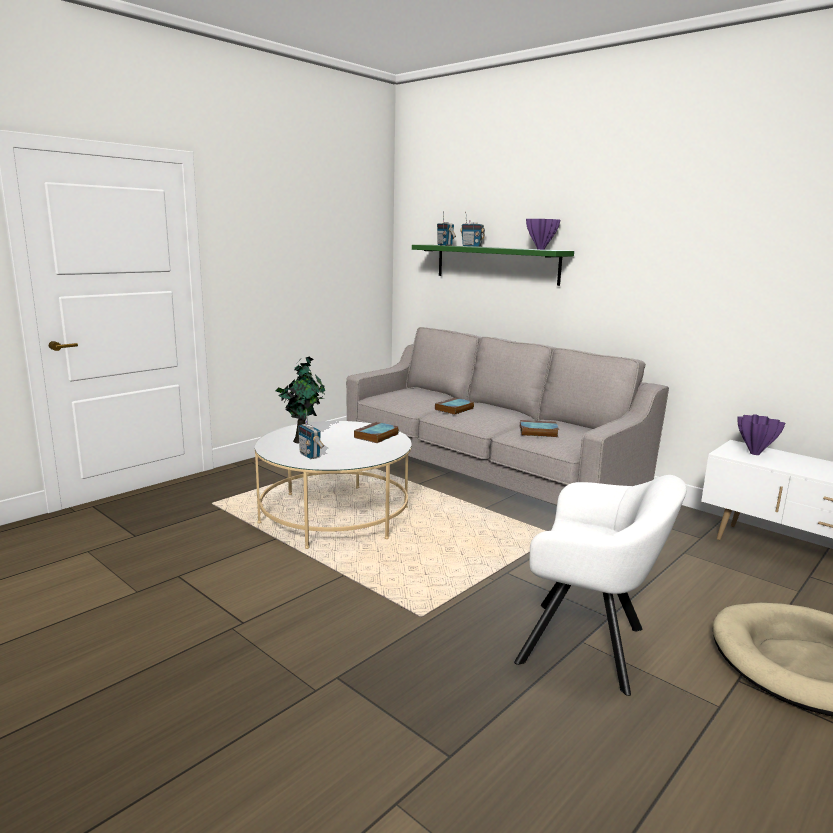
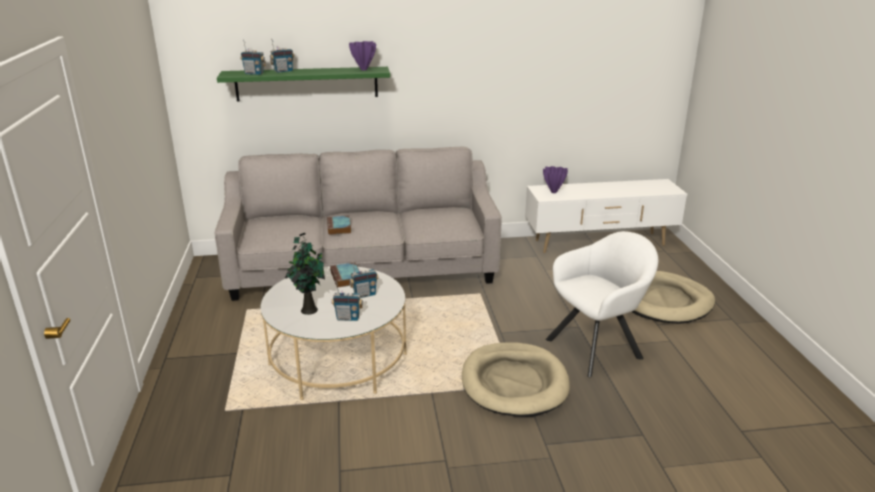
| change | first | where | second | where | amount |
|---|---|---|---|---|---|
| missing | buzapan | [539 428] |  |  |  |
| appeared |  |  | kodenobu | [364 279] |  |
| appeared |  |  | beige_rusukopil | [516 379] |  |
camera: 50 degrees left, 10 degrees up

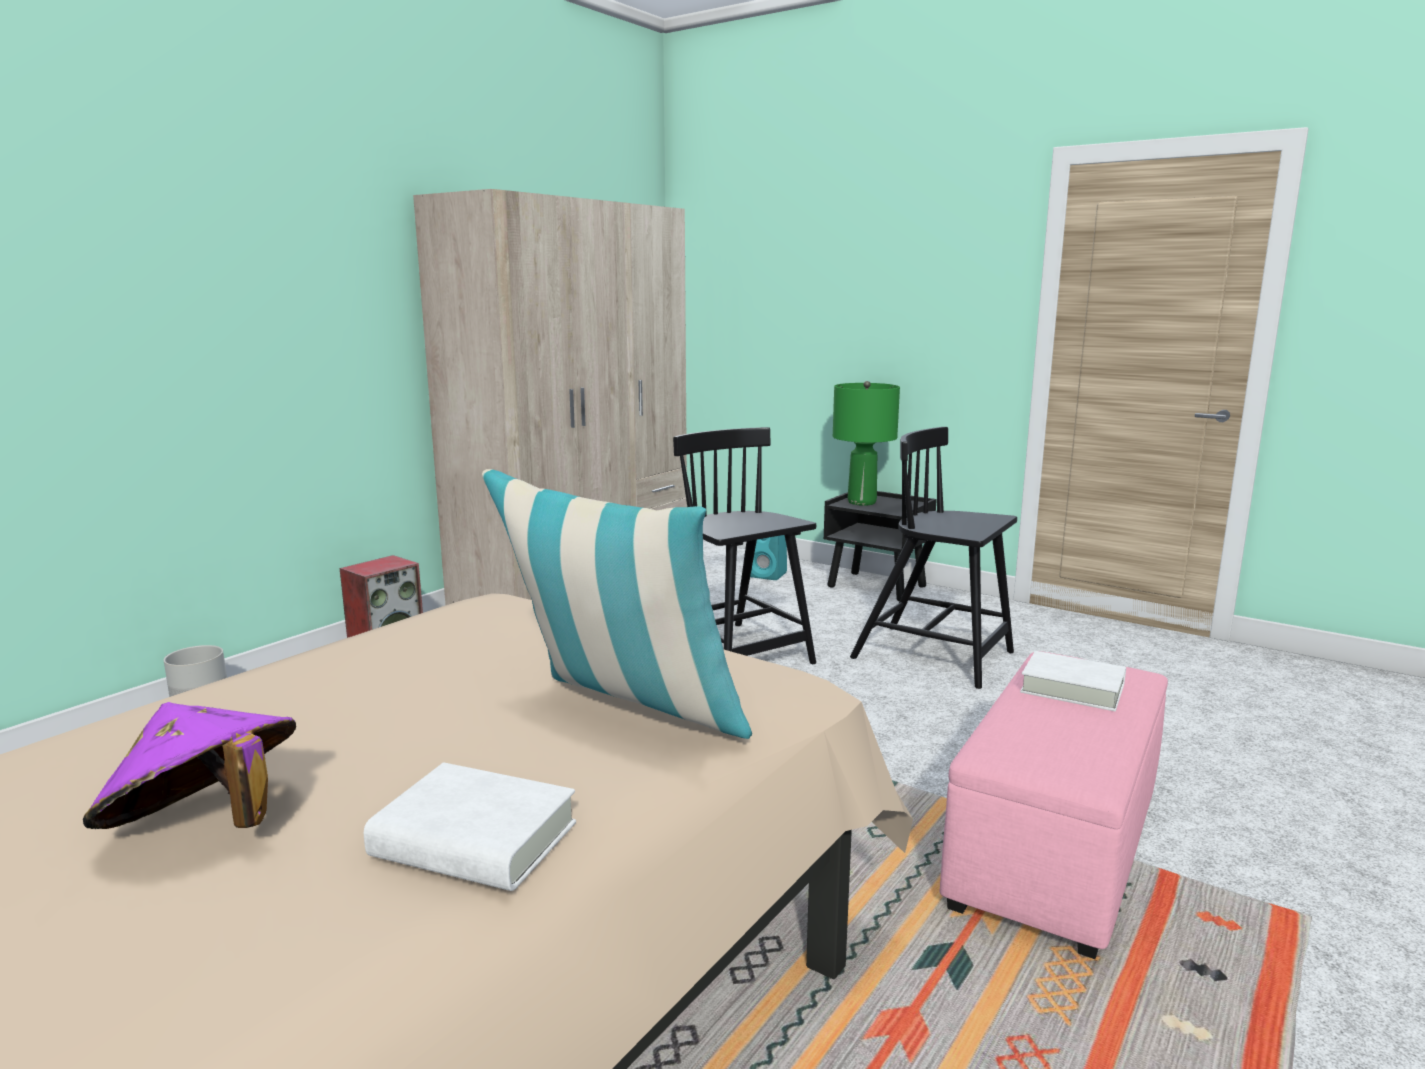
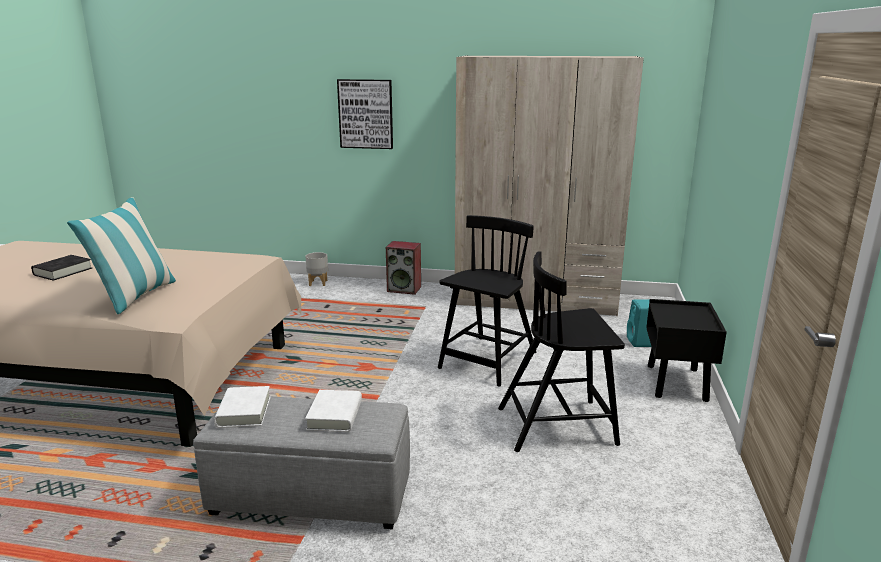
| change | first | where | second | where | amount |
|---|---|---|---|---|---|
| exchanged | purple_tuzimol | [189 765] | black_buzapan | [61 268] |  |
| relocated | white_buzapan | [470 827] |  | [242 407] |  |
| missing | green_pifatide | [866 443] |  |  |  |
| spun | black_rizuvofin | [933 558] |  | [561 351] | 105 degrees counterclockwise |
| colour | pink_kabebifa | [1054 805] | grey_kabebifa | [301 462] |  |
| appeared |  |  | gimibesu | [365 114] |  |
camera: 65 degrees right, 5 degrees up

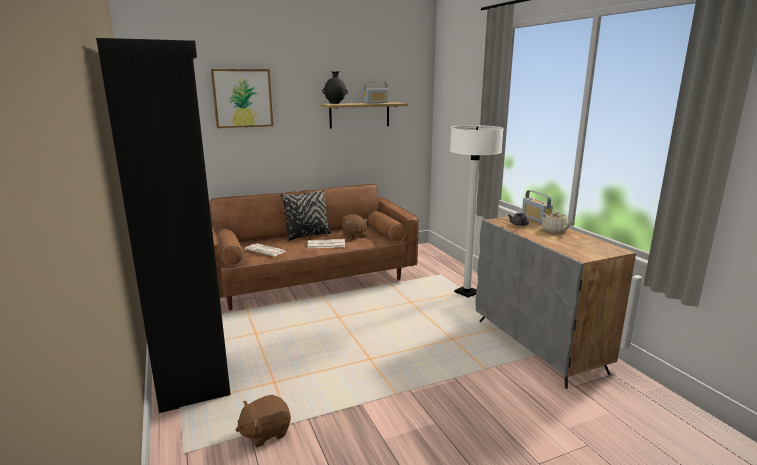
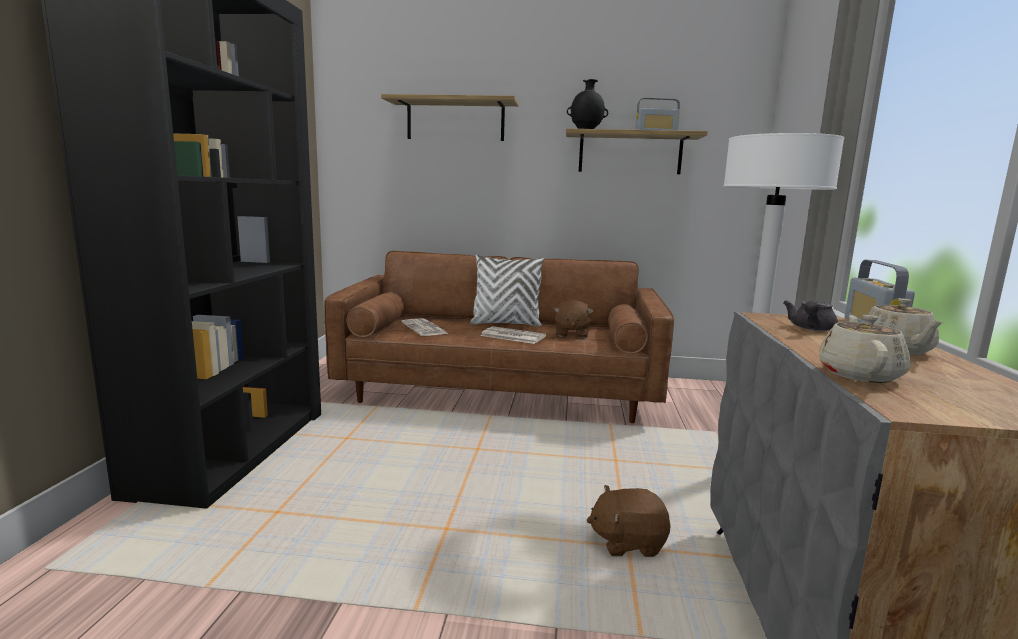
| change | first | where | second | where | amount |
|---|---|---|---|---|---|
| exchanged | gimibesu | [242 98] | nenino | [450 117] |  |
| relocated | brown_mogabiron | [263 420] |  | [629 521] |  |
| colour | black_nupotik | [306 215] | white_nupotik | [507 290] |  |
| appeared |  |  | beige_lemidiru | [865 349] |  |
camera: 30 degrees right, 5 degrees down

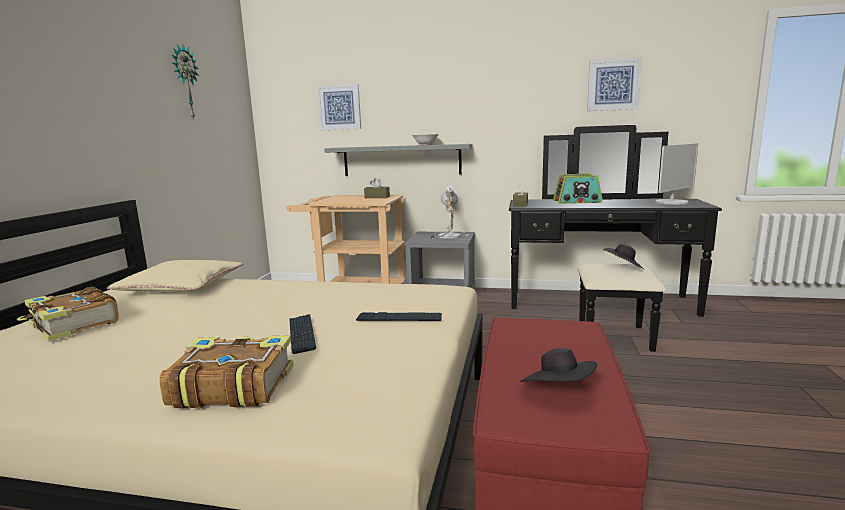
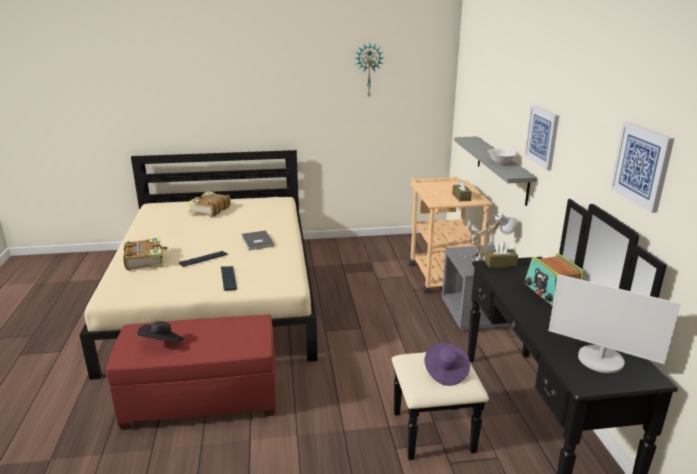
| change | first | where | second | where | amount |
|---|---|---|---|---|---|
| missing | beige_nupotik | [175 276] |  |  |  |
| relocated | gimibesu | [339 107] |  | [541 138] |  |
| colour | black_tuzimol | [623 256] | purple_tuzimol | [447 364] |  |
| appeared |  |  | grey_buzapan | [258 240] |  |
camera: 70 degrees right, 10 degrees up

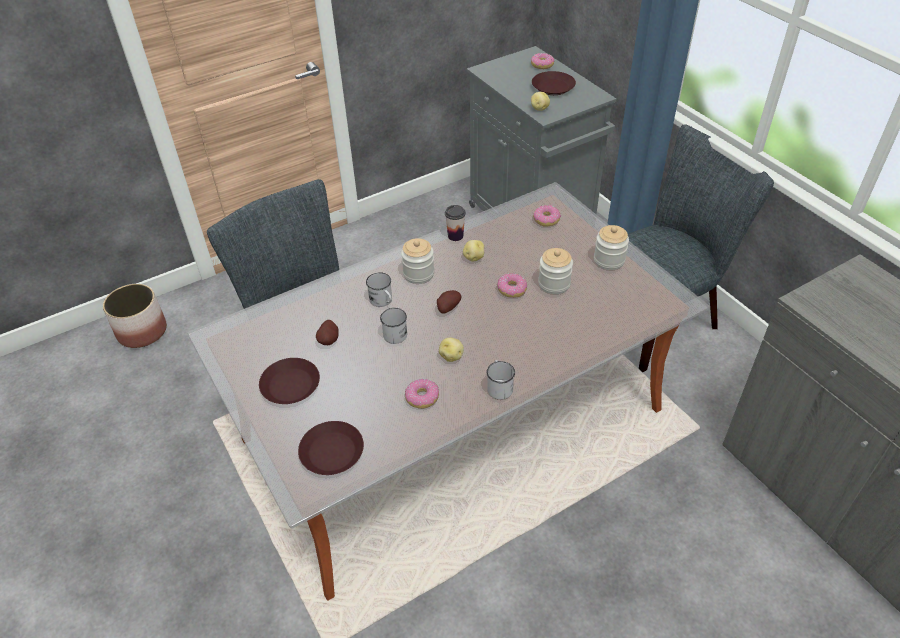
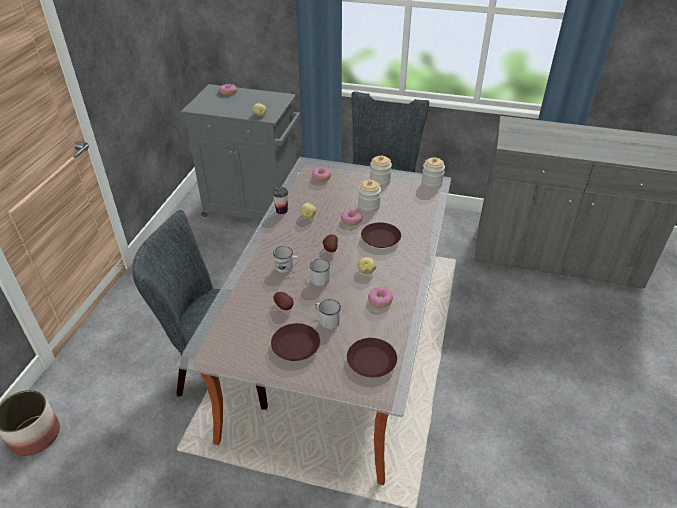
| change | first | where | second | where | amount |
|---|---|---|---|---|---|
| relocated | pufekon | [417 261] |  | [433 172] |  |
| relocated | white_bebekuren | [501 380] |  | [328 314] |  |
| relocated | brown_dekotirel | [554 83] |  | [381 235] |  |
camera: 45 degrees left, 5 degrees down

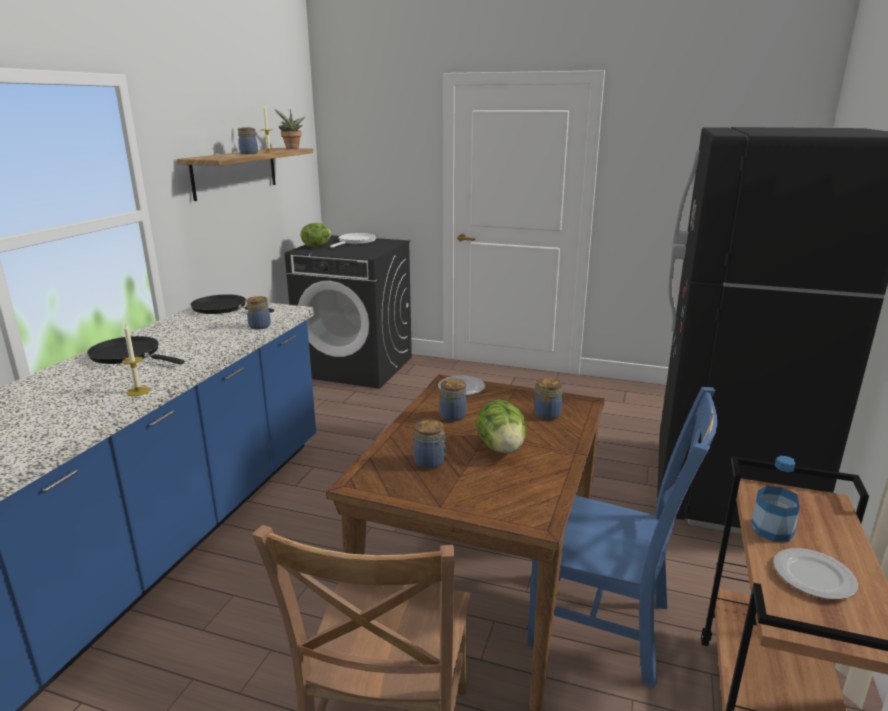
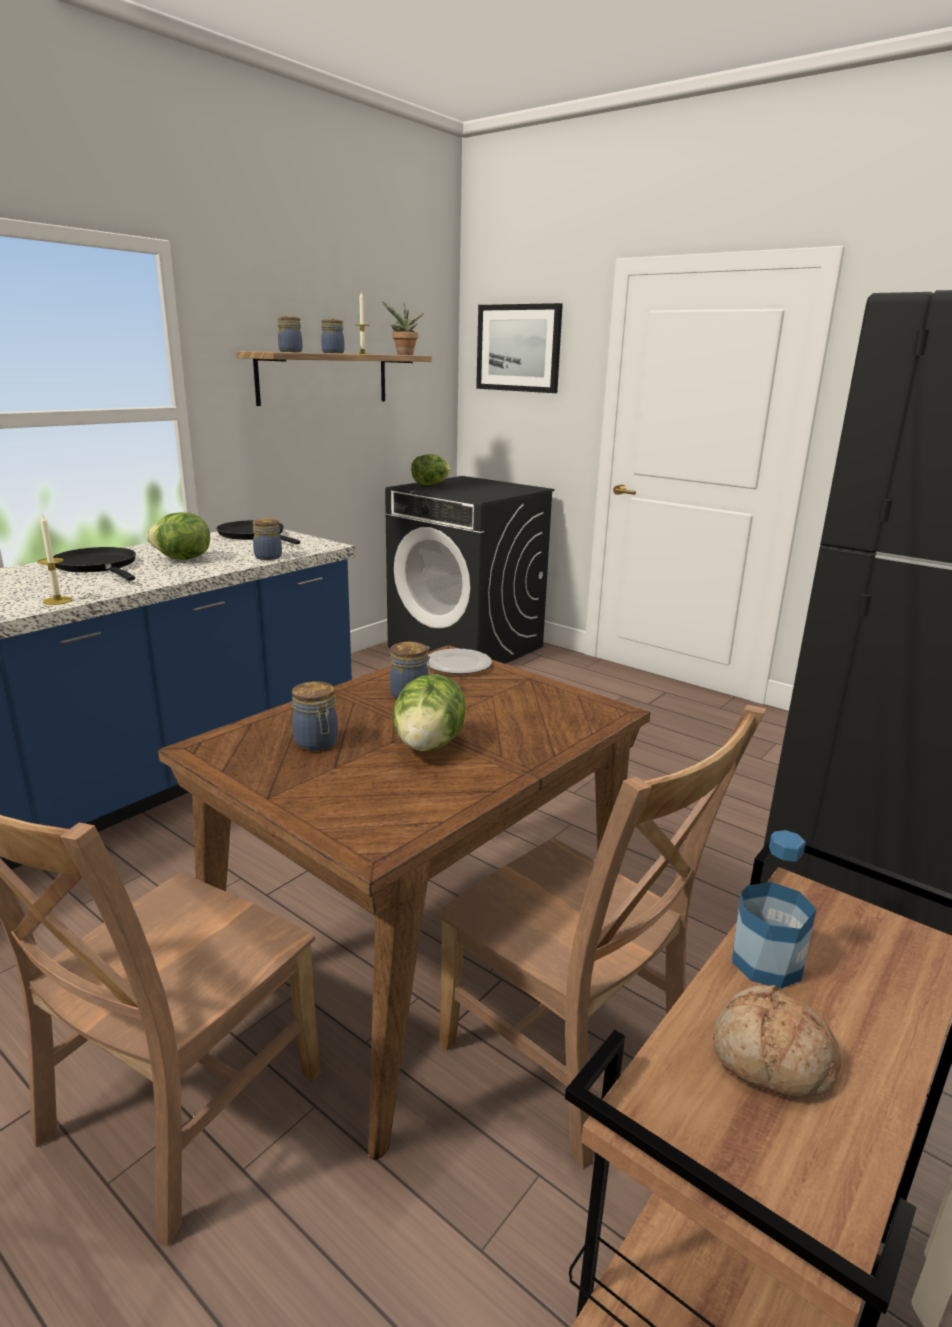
| change | first | where | second | where | amount |
|---|---|---|---|---|---|
| missing | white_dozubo | [353 240] |  |  |  |
| colour | blue_rizuvofin | [622 537] | brown_rizuvofin | [601 937] |  |
| relocated | pufekon | [547 399] |  | [290 334] |  |
| exchanged | dekotirel | [815 574] | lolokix | [777 1041] |  |
| appeared |  |  | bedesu | [178 536] |  |
| appeared |  |  | gimibesu | [519 348] |  |
camera: 20 degrees right, 0 degrees up

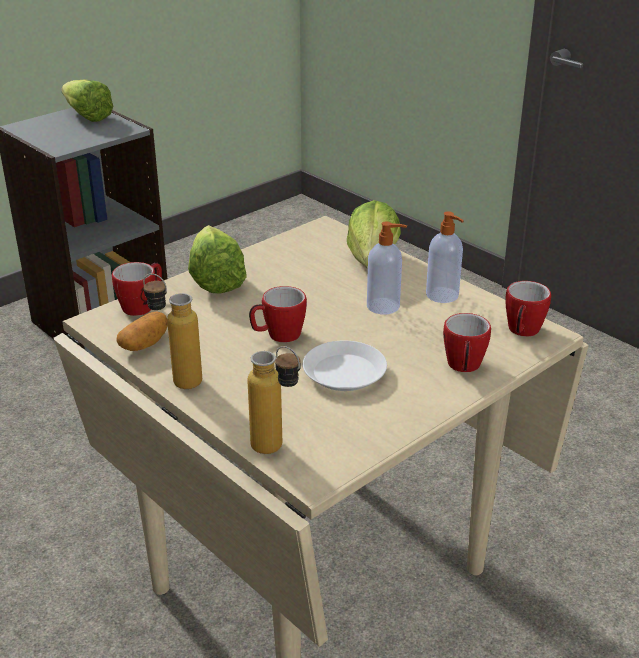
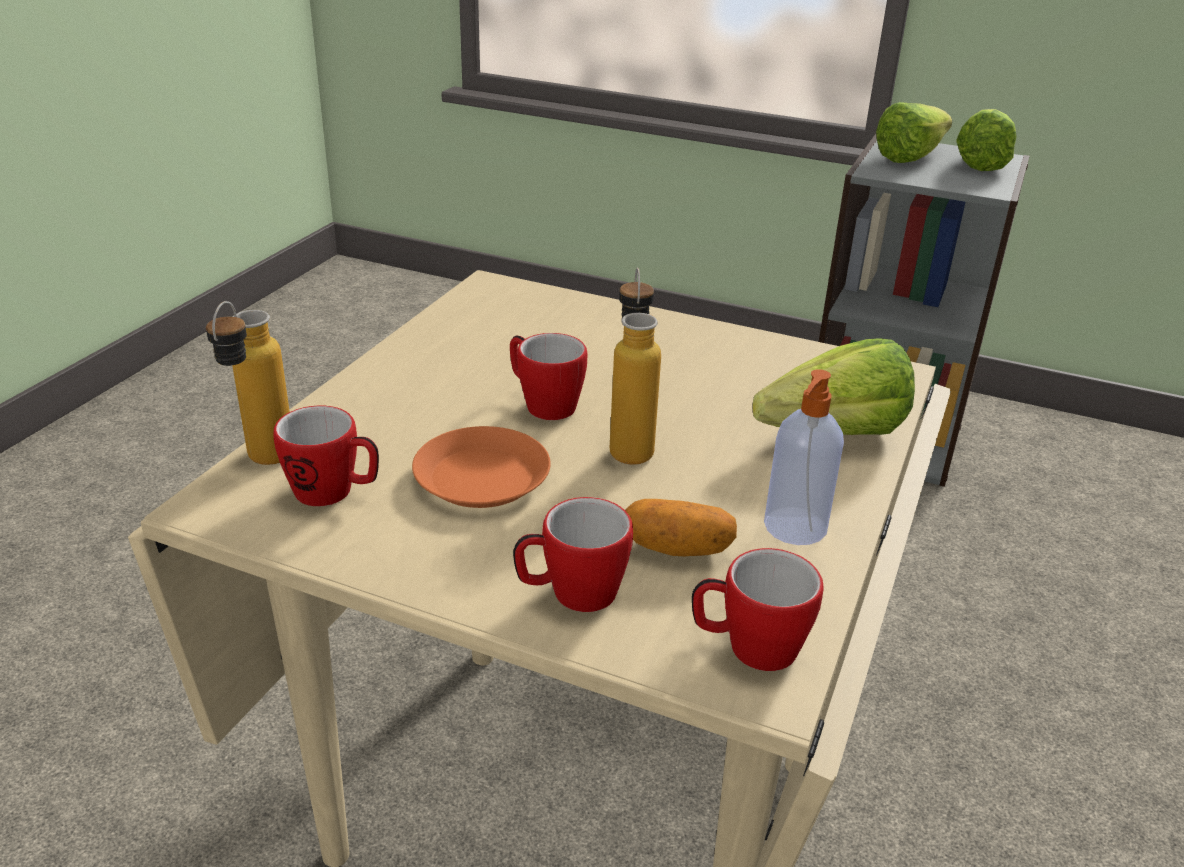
| change | first | where | second | where | amount |
|---|---|---|---|---|---|
| relocated | bebekuren | [137 289] |  | [326 456] |  |
| relocated | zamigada | [142 331] |  | [681 527] |  |
| relocated | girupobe | [172 331] |  | [635 366] |  |
| relocated | bedesu | [217 259] |  | [914 132] |  |
| colour | white_dekotirel | [345 366] | orange_dekotirel | [481 467] |  |
| missing | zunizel | [387 267] |  |  |  |
camera: 65 degrees right, 0 degrees up

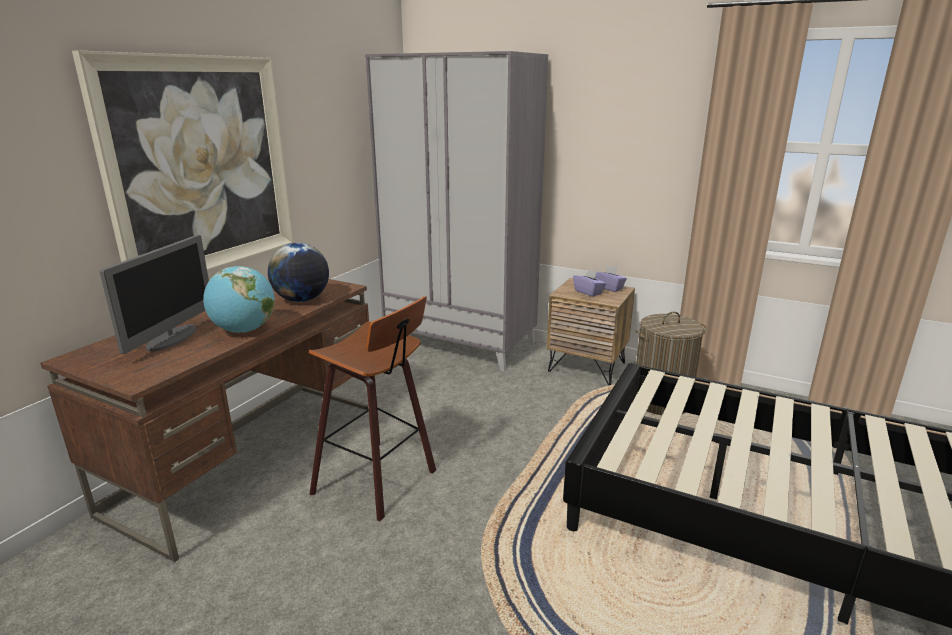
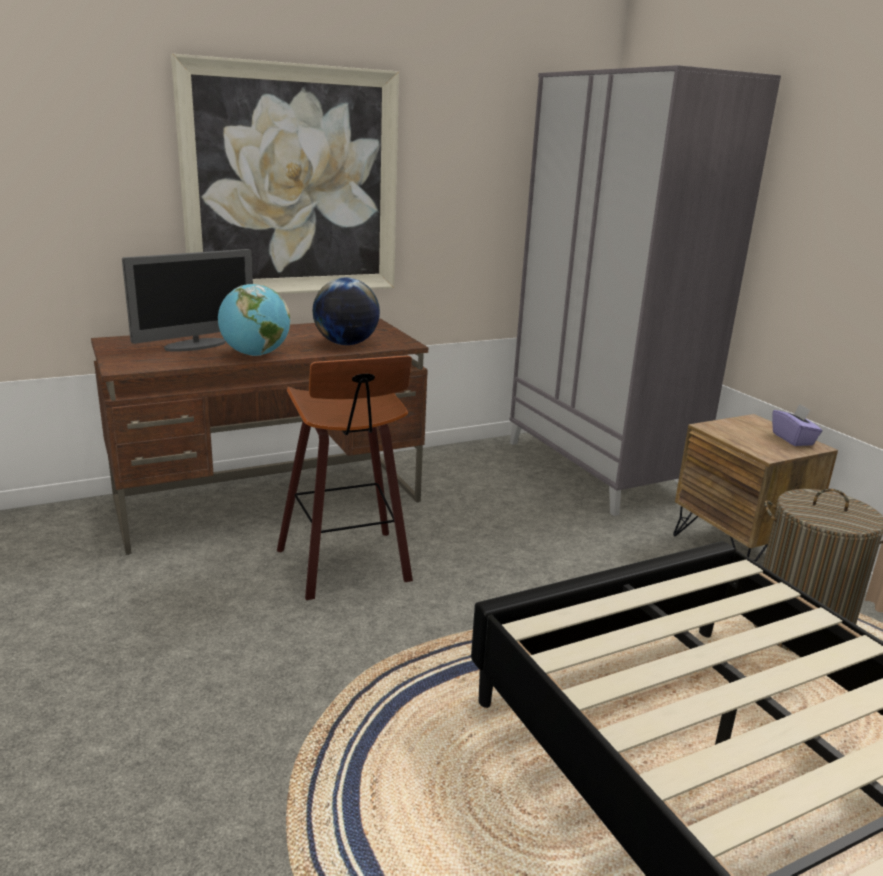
| change | first | where | second | where | amount |
|---|---|---|---|---|---|
| missing | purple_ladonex | [589 283] |  |  |  |
camera: 35 degrees right, 0 degrees up

